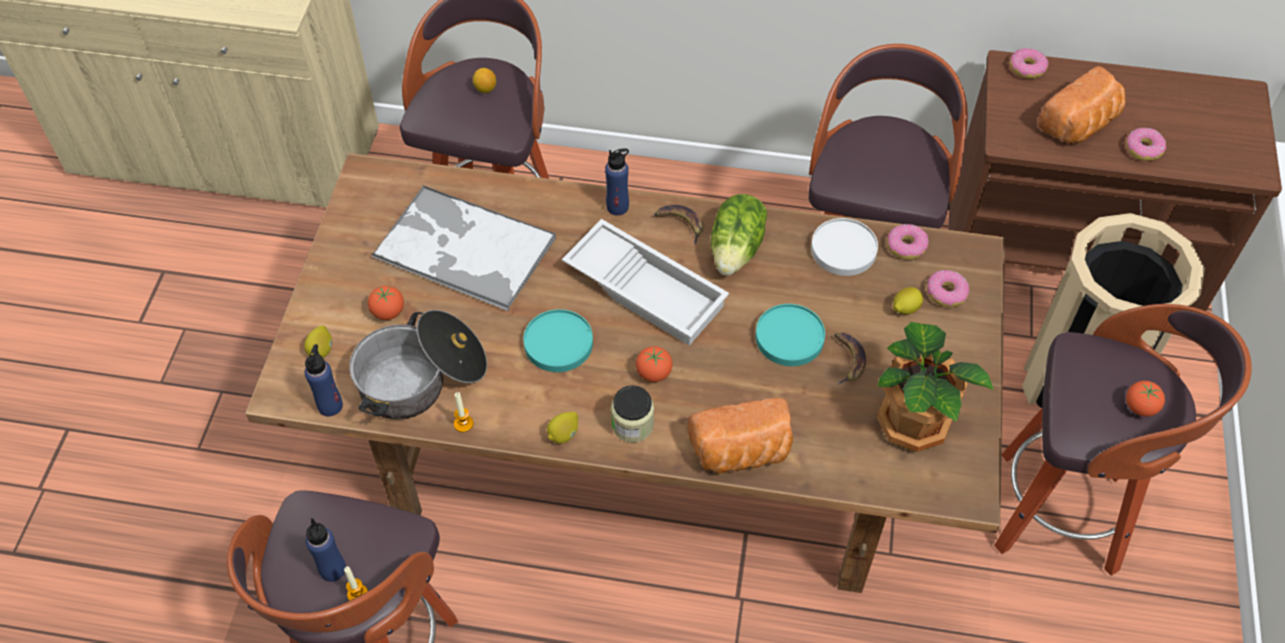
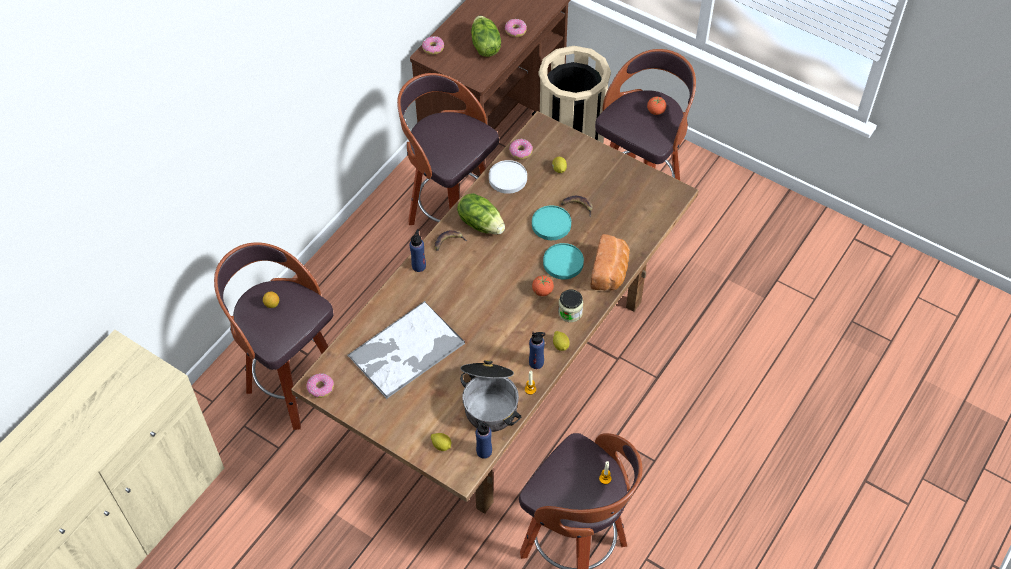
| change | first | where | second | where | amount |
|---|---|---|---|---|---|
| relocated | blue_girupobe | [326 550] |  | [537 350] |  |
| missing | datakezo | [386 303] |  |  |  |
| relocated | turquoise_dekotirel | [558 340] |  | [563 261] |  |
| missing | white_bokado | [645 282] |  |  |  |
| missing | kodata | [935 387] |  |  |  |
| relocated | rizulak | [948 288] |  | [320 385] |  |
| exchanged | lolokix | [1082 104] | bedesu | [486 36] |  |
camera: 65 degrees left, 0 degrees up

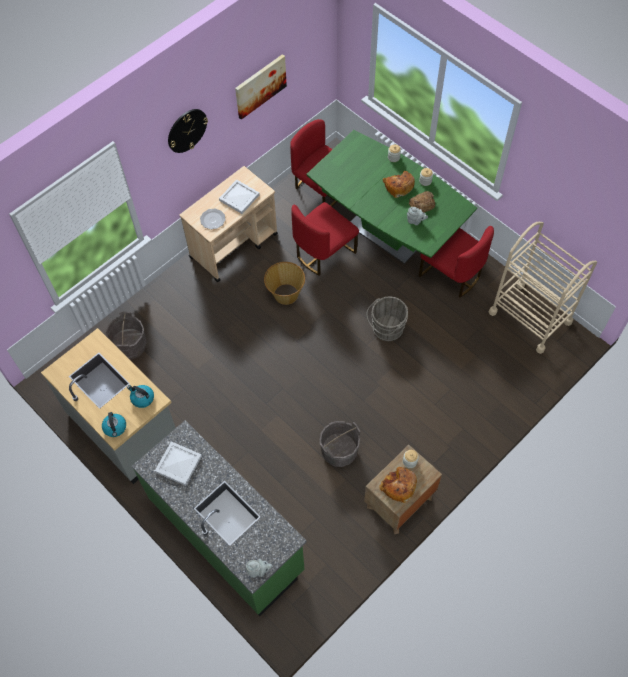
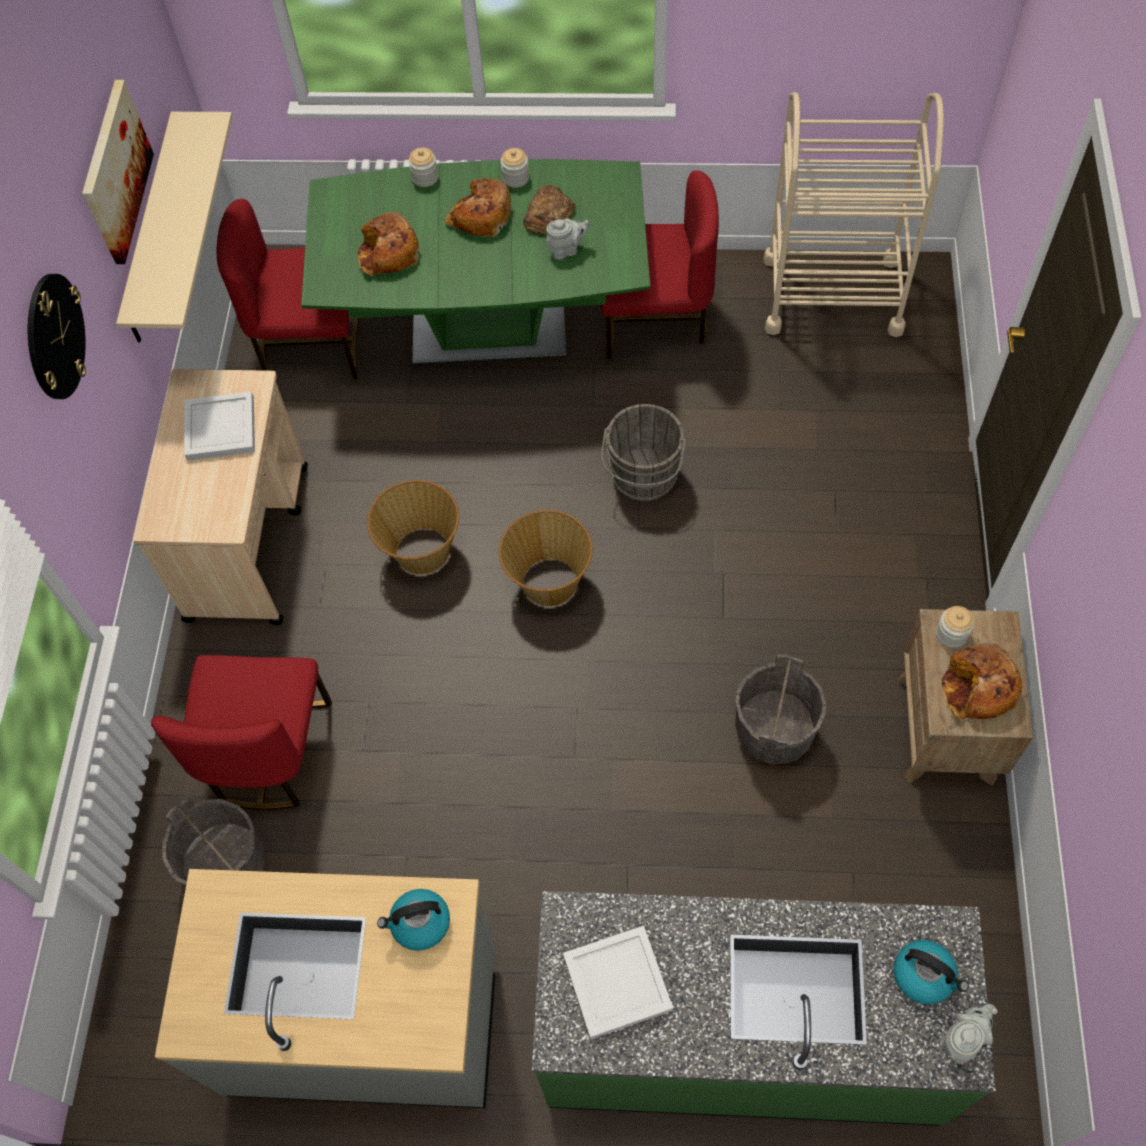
| change | first | where | second | where | amount |
|---|---|---|---|---|---|
| relocated | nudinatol | [114 424] |  | [931 972] |  |
| missing | dekotirel | [212 219] |  |  |  |
| relocated | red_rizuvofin | [325 239] |  | [241 732] |  |
| appeared |  |  | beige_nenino | [174 227] |  |
| appeared |  |  | lolokix | [388 244] |  |
| appeared |  |  | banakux | [546 558] |  |
camera: 40 degrees left, 0 degrees up

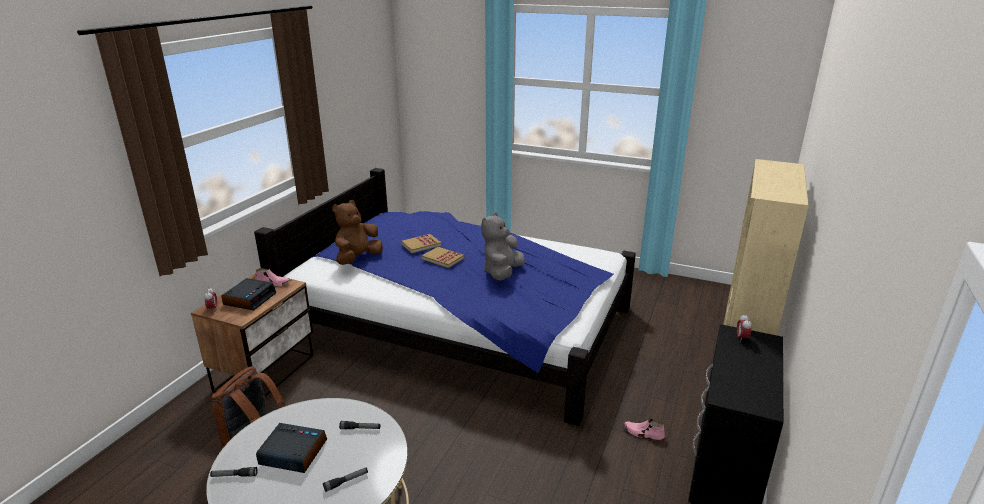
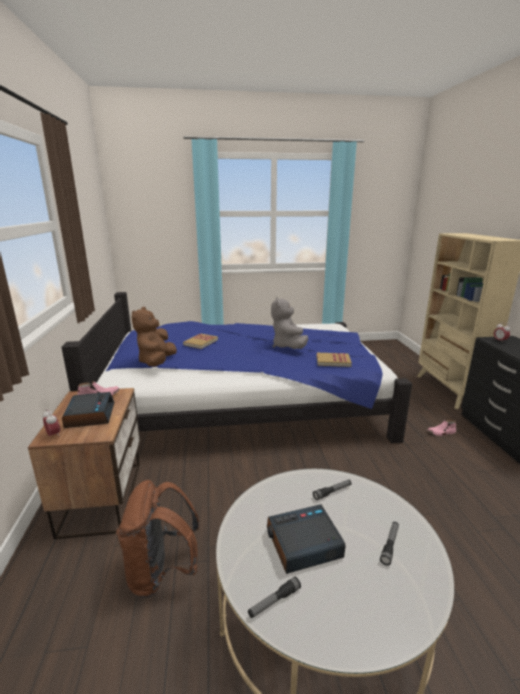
| change | first | where | second | where | amount |
|---|---|---|---|---|---|
| relocated | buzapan | [443 257] |  | [334 360] |  |
camera: 30 degrees left, 5 degrees down

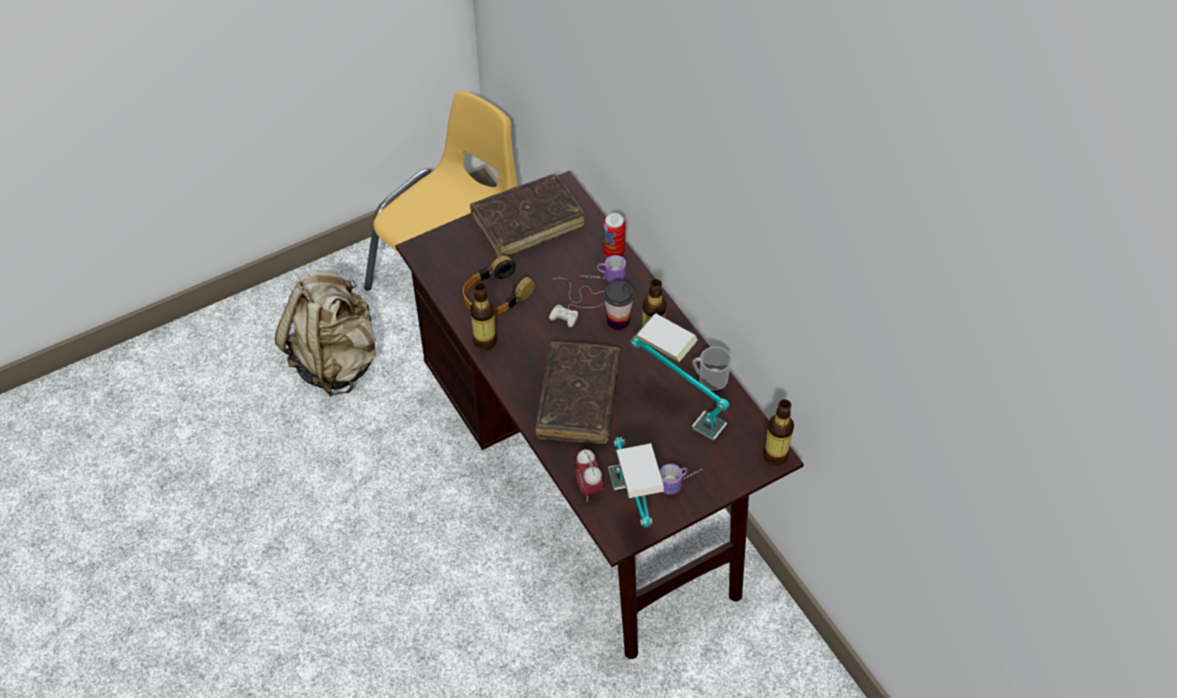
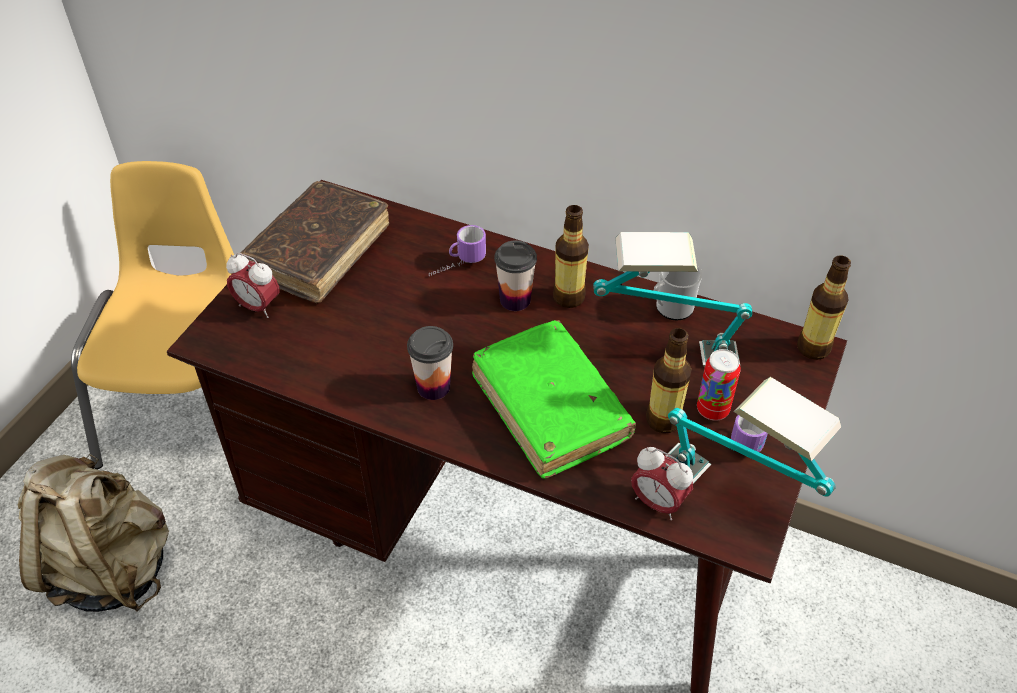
| change | first | where | second | where | amount |
|---|---|---|---|---|---|
| missing | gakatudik | [499 285] |  |  |  |
| relocated | girupobe | [483 316] |  | [669 380] |  |
| colour | brown_buzapan | [578 392] | green_buzapan | [554 399] |  |
| missing | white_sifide | [577 303] |  |  |  |
| relocated | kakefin | [614 235] |  | [719 385] |  |
| appeared |  |  | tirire | [252 285] |  |
| appeared |  |  | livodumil | [430 363] |  |
camera: 35 degrees left, 5 degrees down

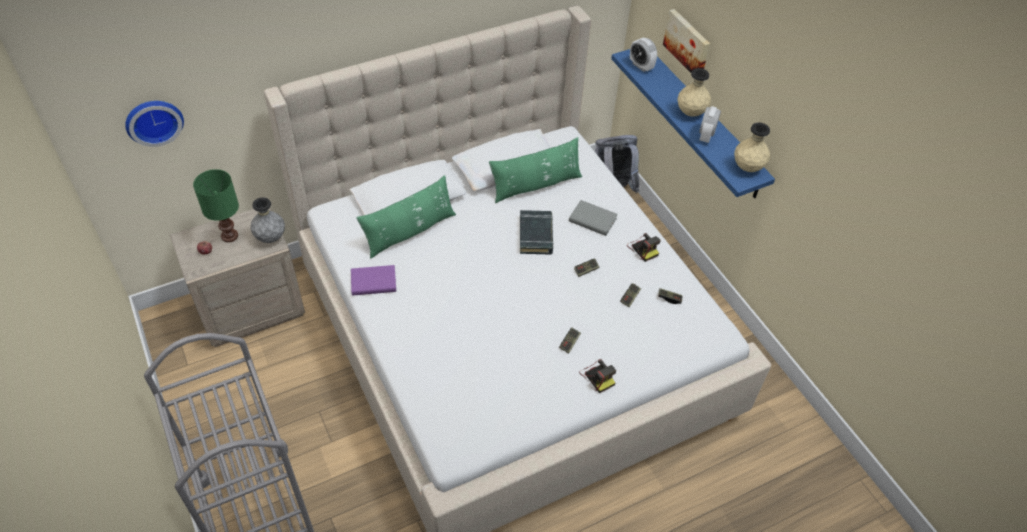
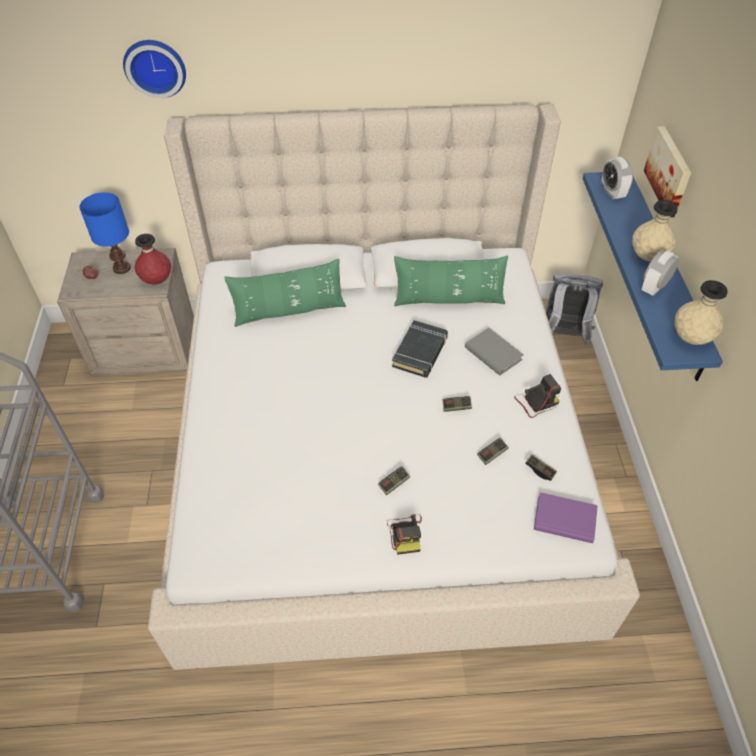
| change | first | where | second | where | amount |
|---|---|---|---|---|---|
| relocated | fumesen | [154 124] |  | [154 69] |  |
| colour | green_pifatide | [216 205] | blue_pifatide | [105 233] |  |
| colour | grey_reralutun | [267 220] | red_reralutun | [153 259] |  |
| relocated | purple_buzapan | [373 280] |  | [566 517] |  |
| spun | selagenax | [644 247] |  | [537 396] | 105 degrees counterclockwise |
camera: 25 degrees right, 0 degrees up

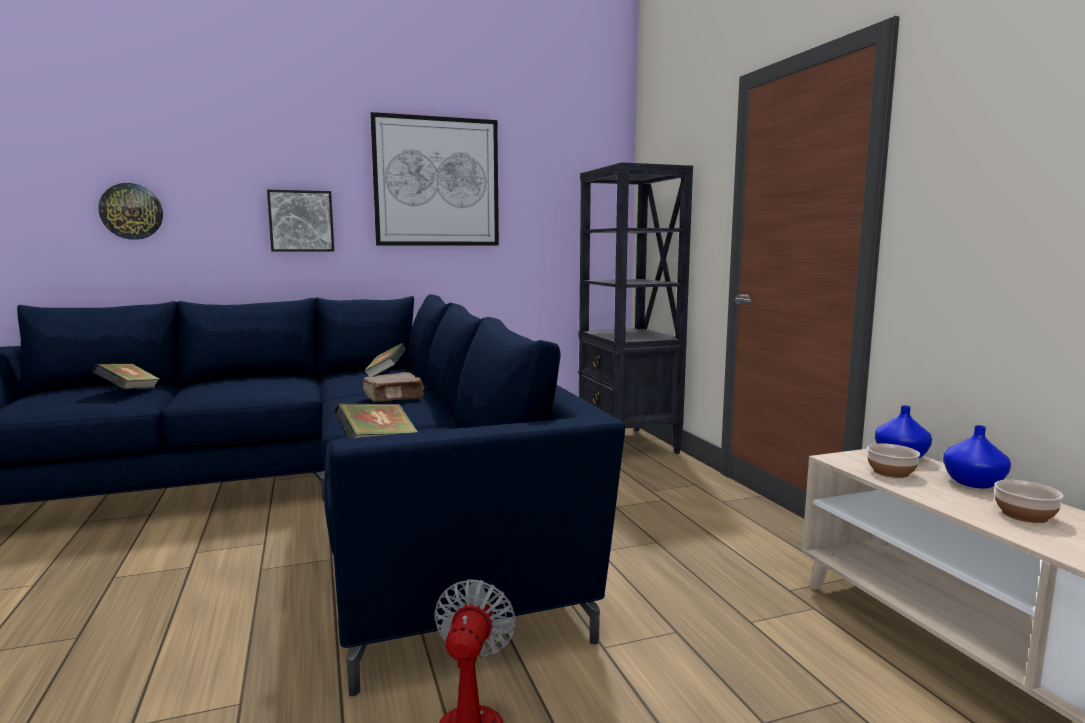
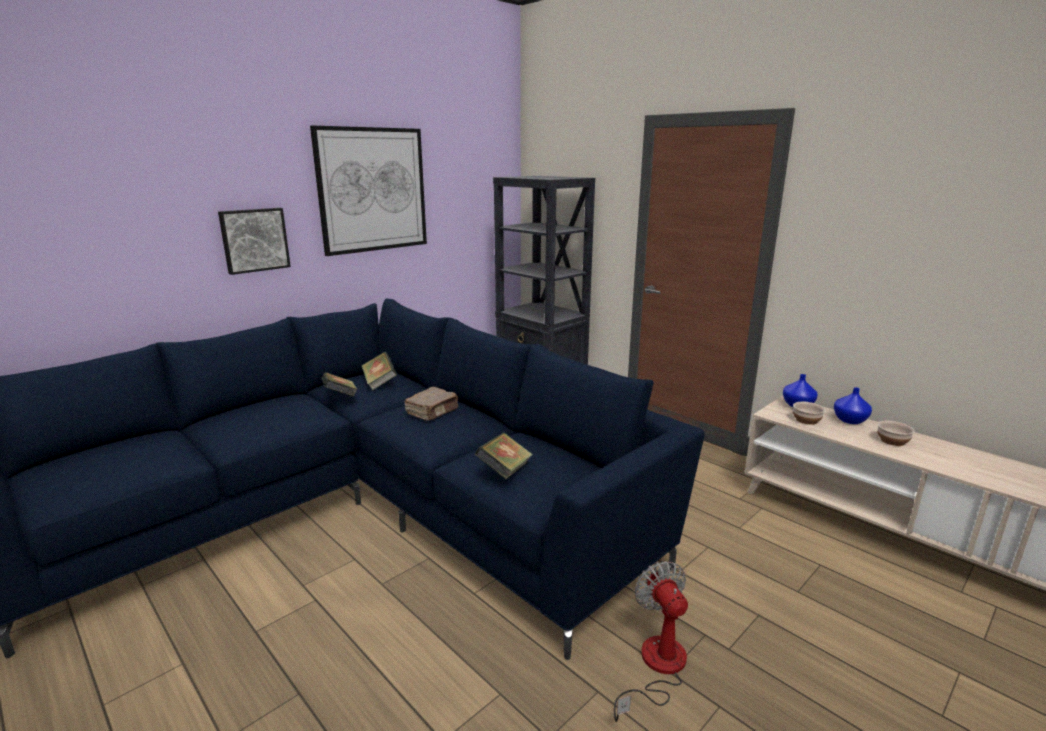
| change | first | where | second | where | amount |
|---|---|---|---|---|---|
| relocated | buzapan | [126 376] |  | [340 384] |  |
| missing | fumesen | [131 211] |  |  |  |
camera: 25 degrees left, 10 degrees up

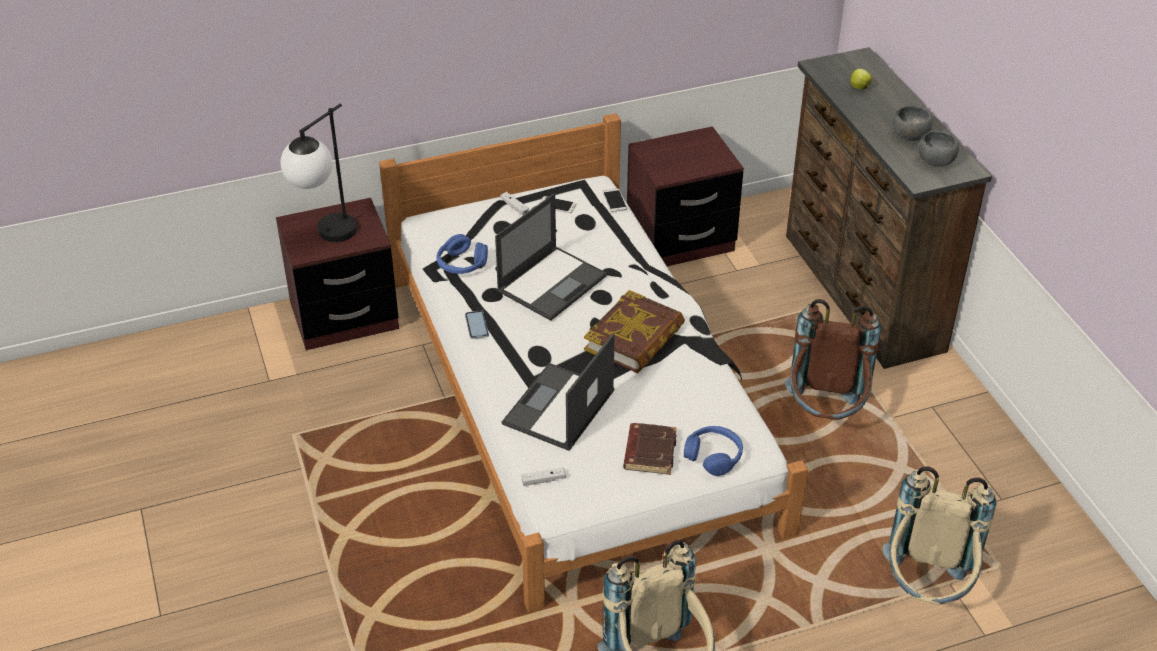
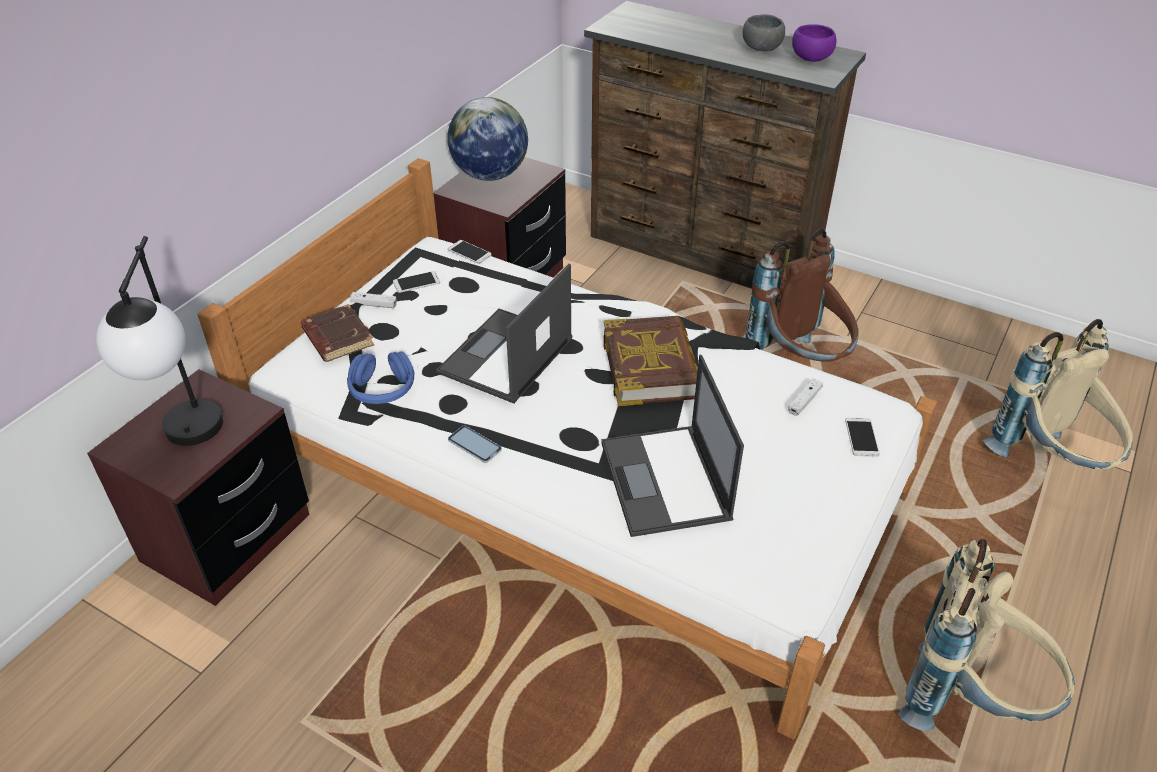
| change | first | where | second | where | amount |
|---|---|---|---|---|---|
| spun | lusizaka | [551 257] |  | [504 333] | 150 degrees counterclockwise |
| relocated | white_sifide | [543 476] |  | [805 397] |  |
| relocated | brown_buzapan | [650 449] |  | [337 333] |  |
| exchanged | blue_gakatudik | [713 451] | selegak | [862 437] |  |
| missing | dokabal | [861 79] |  |  |  |
| colour | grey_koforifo | [938 148] | purple_koforifo | [814 43] |  |
| appeared |  |  | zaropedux | [488 139] |  |
camera: 40 degrees left, 0 degrees up

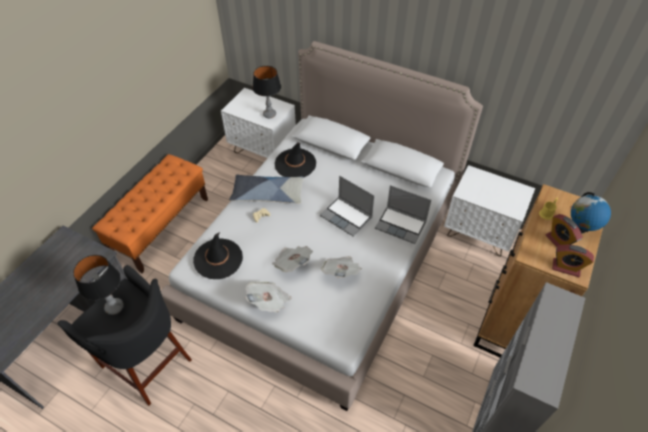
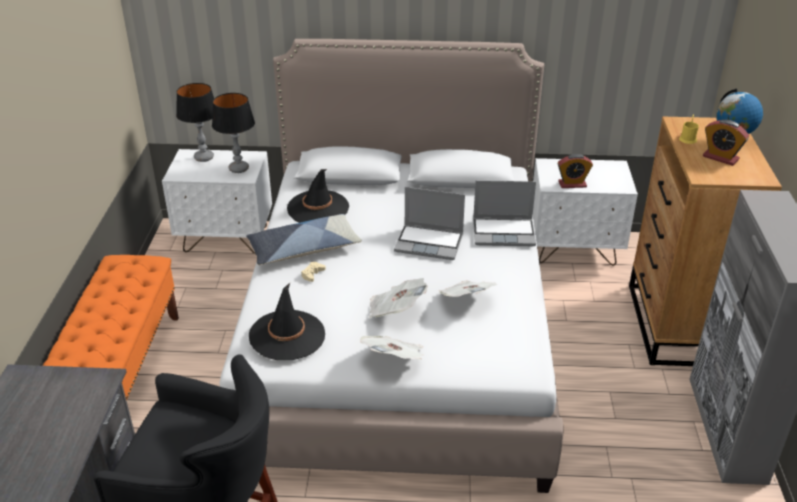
| change | first | where | second | where | amount |
|---|---|---|---|---|---|
| relocated | pifatide | [98 285] |  | [195 122] |  |
| relocated | tirire | [573 260] |  | [575 171] |  |
camera: 25 degrees left, 15 degrees down

